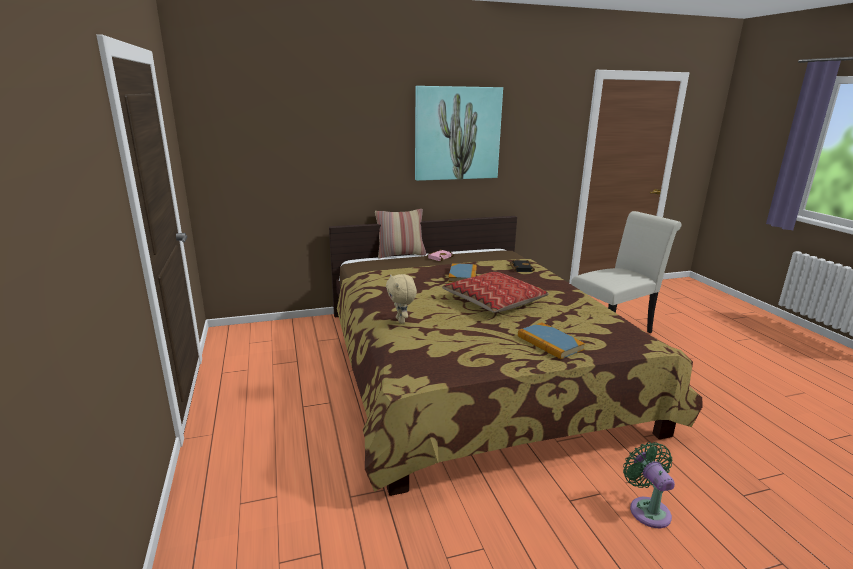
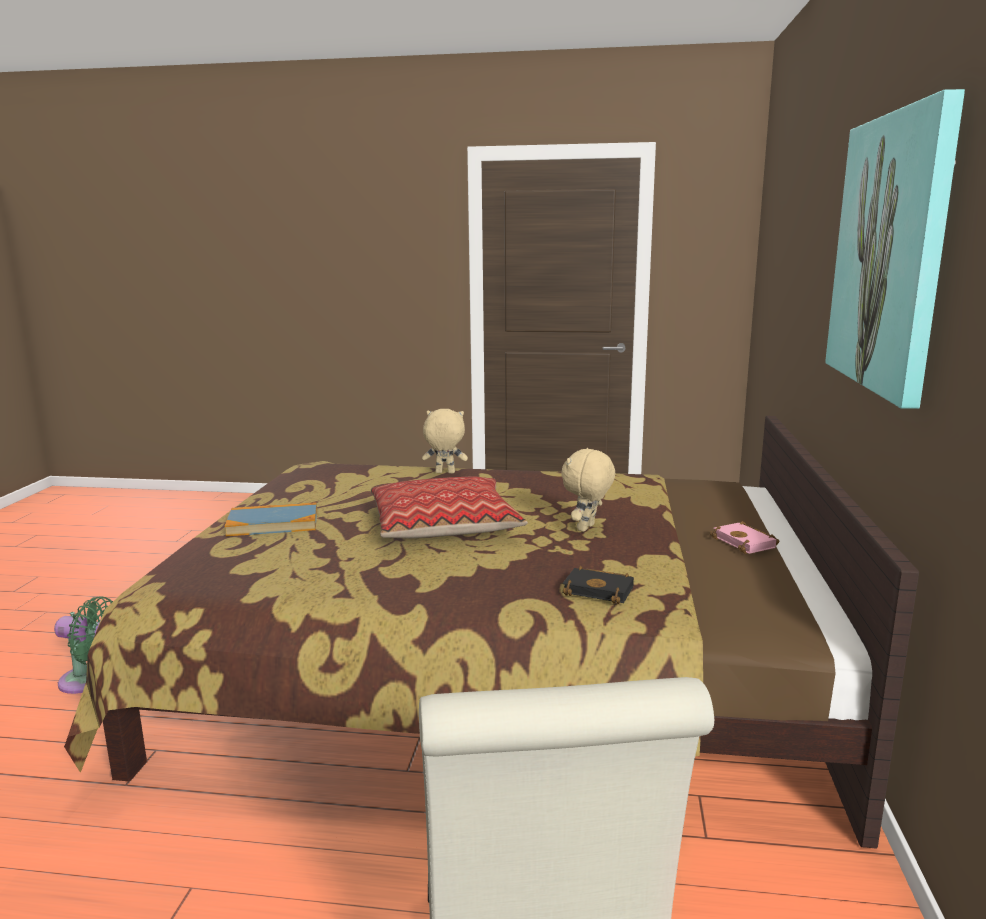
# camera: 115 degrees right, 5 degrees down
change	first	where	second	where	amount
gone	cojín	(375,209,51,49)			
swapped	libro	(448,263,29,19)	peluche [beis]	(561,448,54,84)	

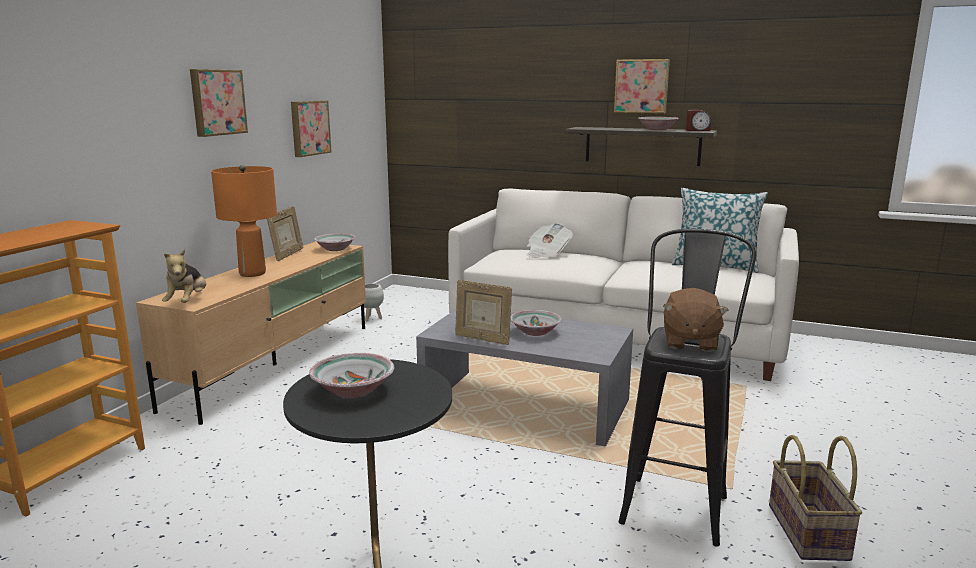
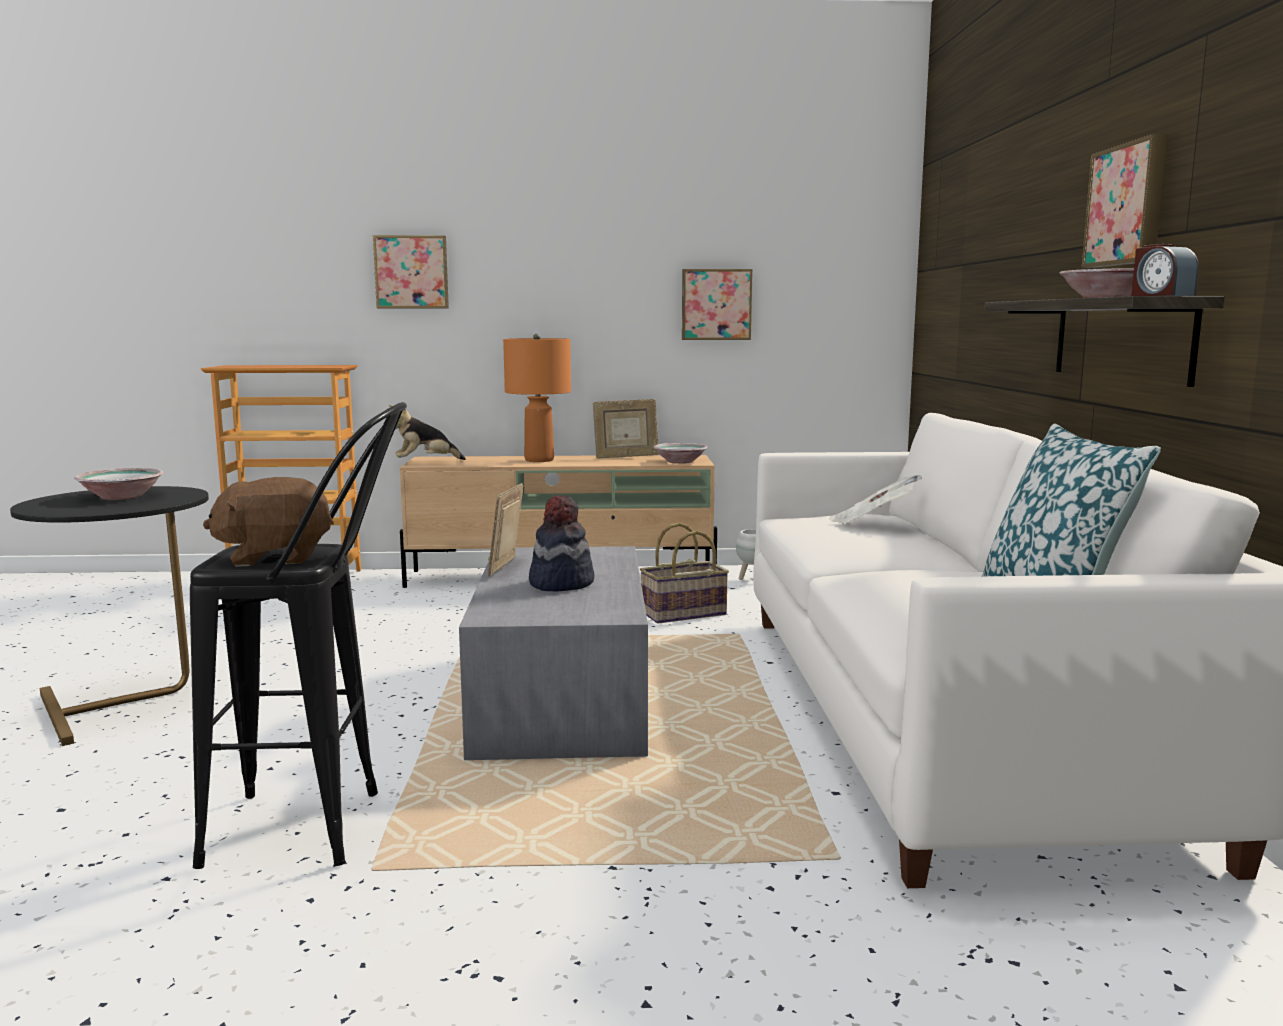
# camera: 65 degrees right, 5 degrees down
change	first	where	second	where	amount
shifted	cuadro	(190,69,58,68)		(373,235,76,73)	
swapped	cuenco	(510,310,52,26)	sombrero	(529,495,65,97)	
shifted	cesta	(769,435,93,126)		(640,522,89,102)	

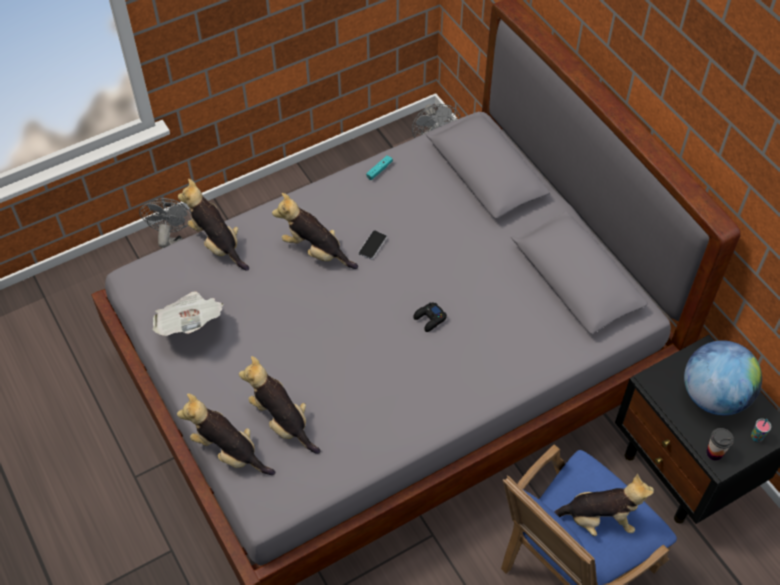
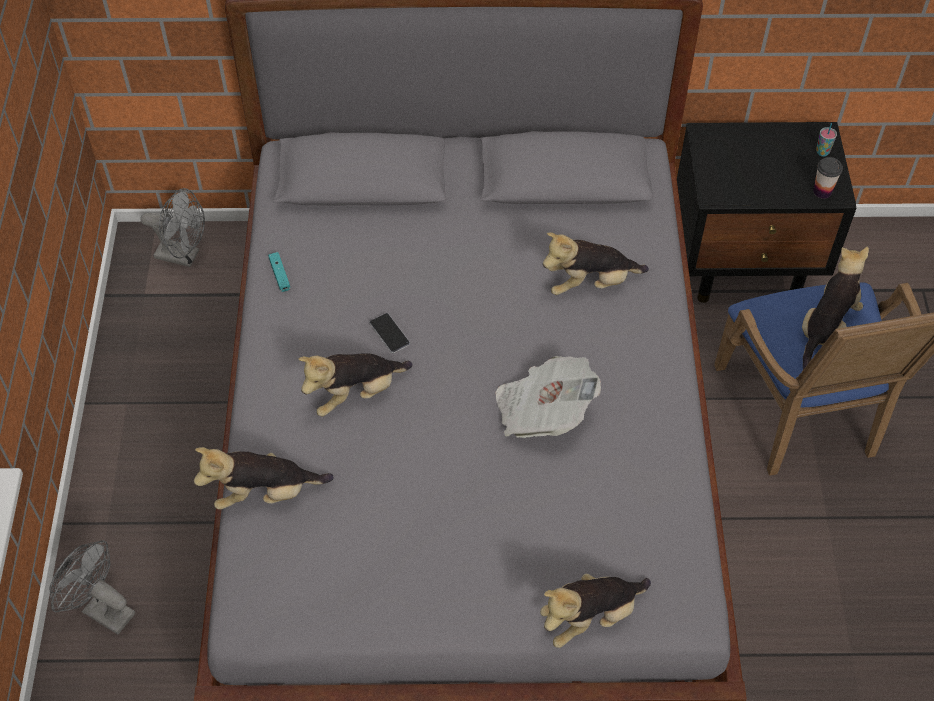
# camera: 60 degrees left, 0 degrees up
change	first	where	second	where	amount
shifted	periódico	(153,291,71,45)		(495,356,106,82)	
gone	mando de consola [negro]	(413,302,34,30)			
gone	globo terráqueo	(684,340,78,75)			
shifted	peluche	(239,356,82,98)		(543,232,106,63)	

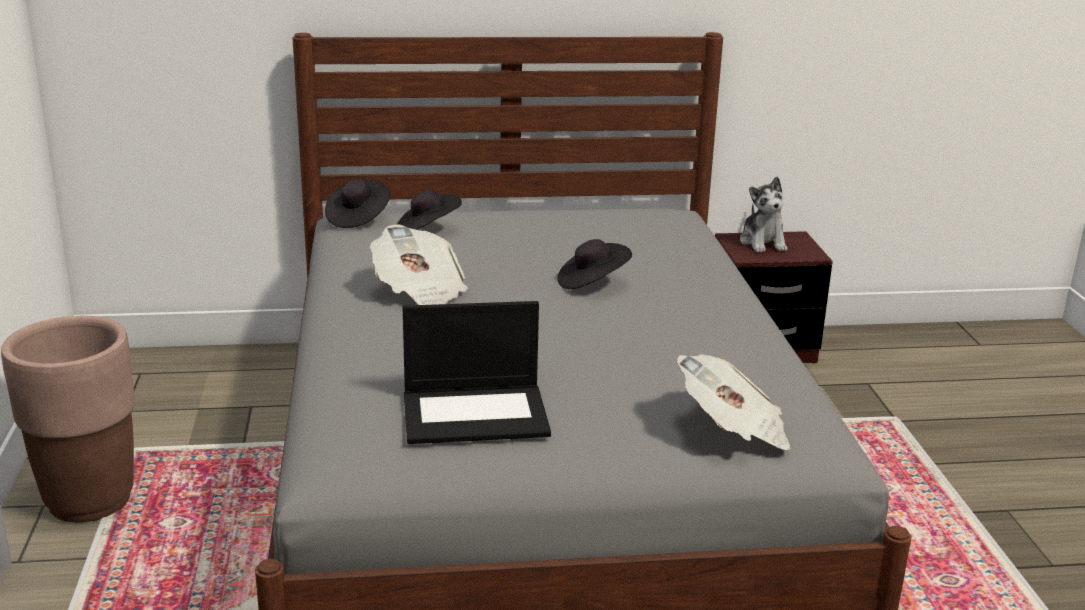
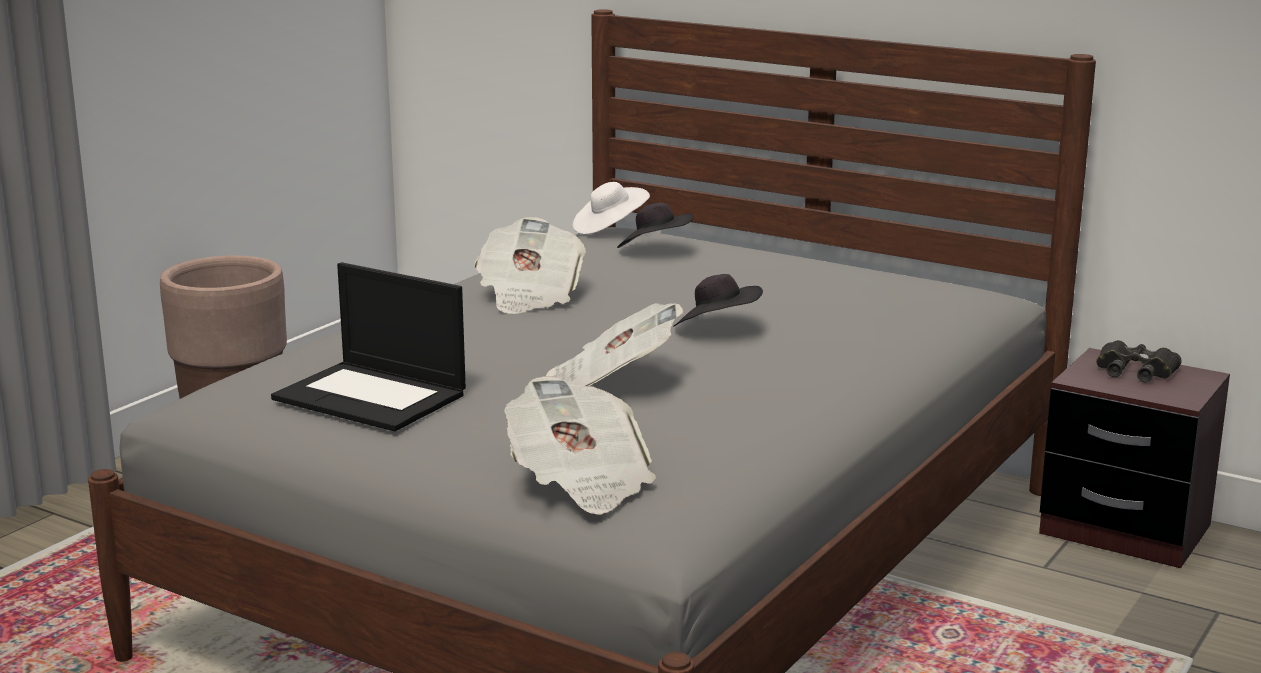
# camera: 40 degrees right, 5 degrees down
change	first	where	second	where	amount
swapped	peluche	(740,177,47,76)	prismáticos [negro]	(1096,340,86,42)	
repainted	sombrero [negro]	(325,179,65,49)	sombrero [blanco]	(573,182,77,53)	
new			periódico	(546,303,137,83)	

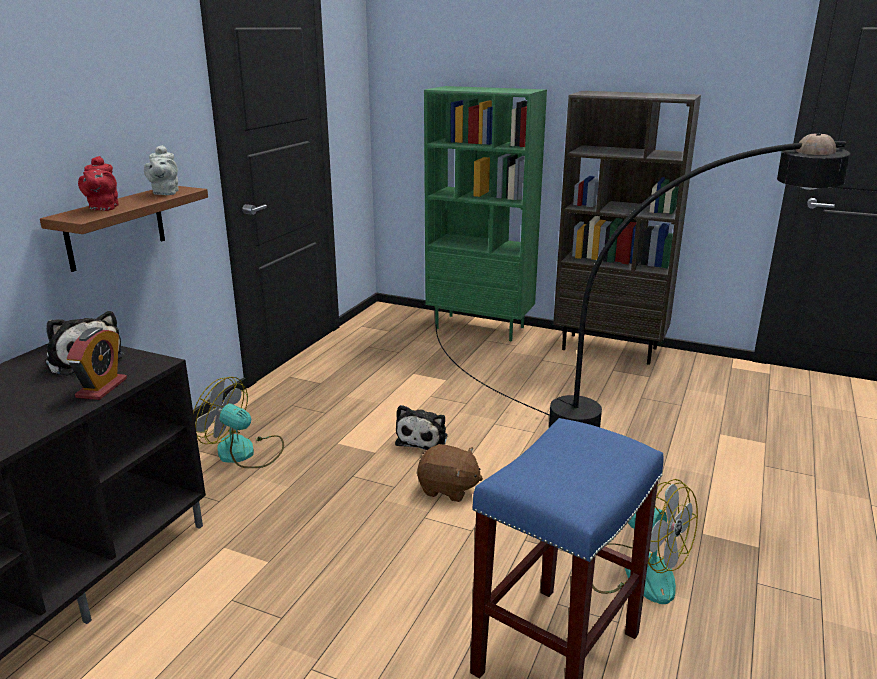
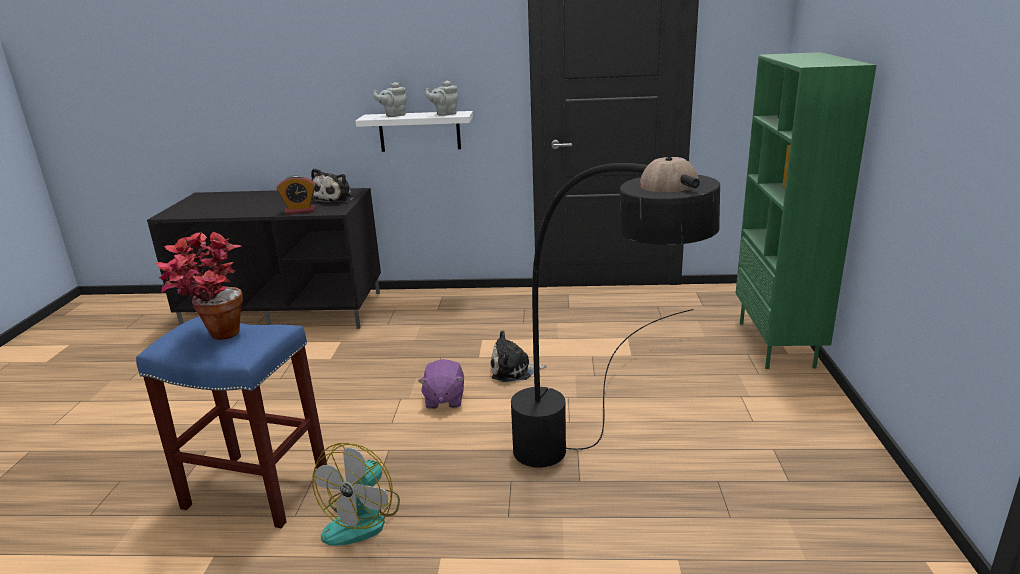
# camera: 70 degrees right, 0 degrees up
change	first	where	second	where	amount
gone	estantería [marrón]	(553,91,148,274)			
repainted	tetera [rojo]	(78,156,41,55)	tetera [gris]	(373,82,34,35)	
repainted	estante [marrón]	(40,186,168,86)	estante [blanco]	(355,111,118,41)	
gone	ventilador	(193,377,91,91)			
repainted	peluche [marrón]	(417,444,66,58)	peluche [morado]	(418,359,46,50)	
new			planta en maceta	(155,232,88,108)	

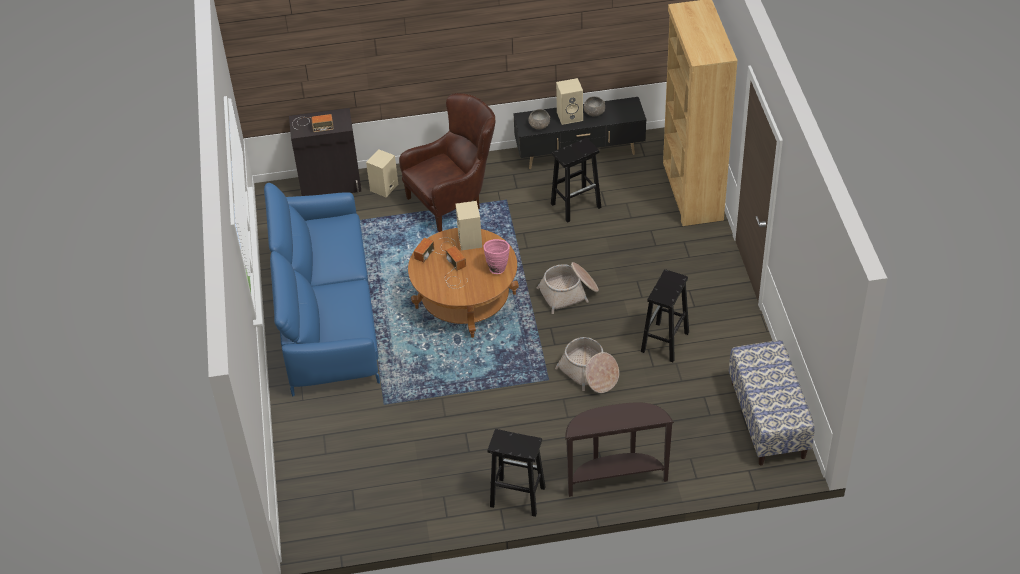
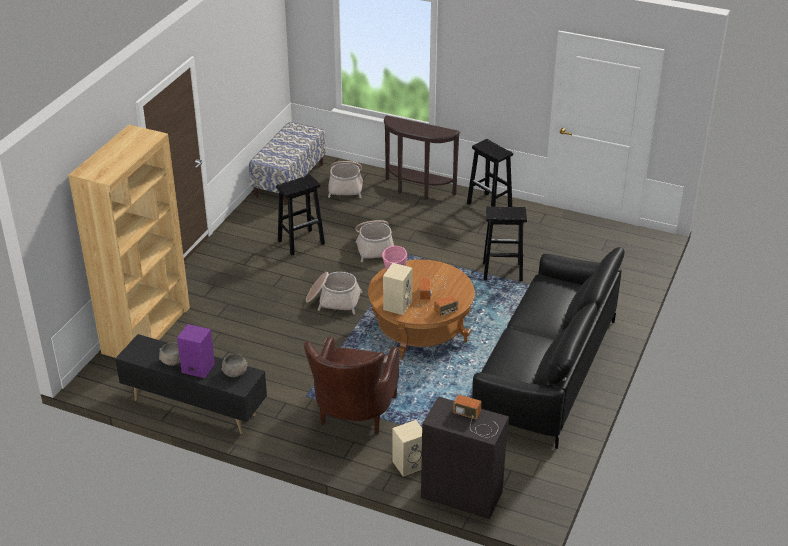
# camera: 150 degrees left, 10 degrees down
change	first	where	second	where	amount
repainted	altavoz [beis]	(556,78,27,47)	altavoz [morado]	(177,324,38,54)	
rotated	sillón [marrón]	(399,93,96,139)		(304,337,95,97)	75 degrees counterclockwise
shifted	taburete [negro]	(551,138,51,85)		(483,206,44,75)	
repainted	sofá [azul]	(264,183,116,214)	sofá [negro]	(472,247,153,202)	
new			cesta	(328,161,35,37)	

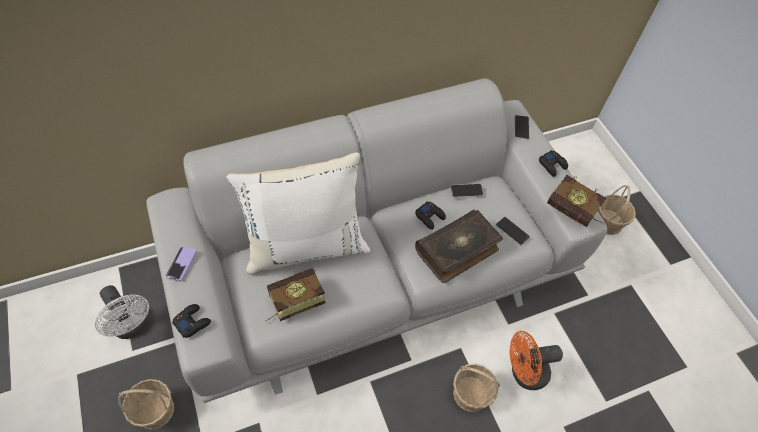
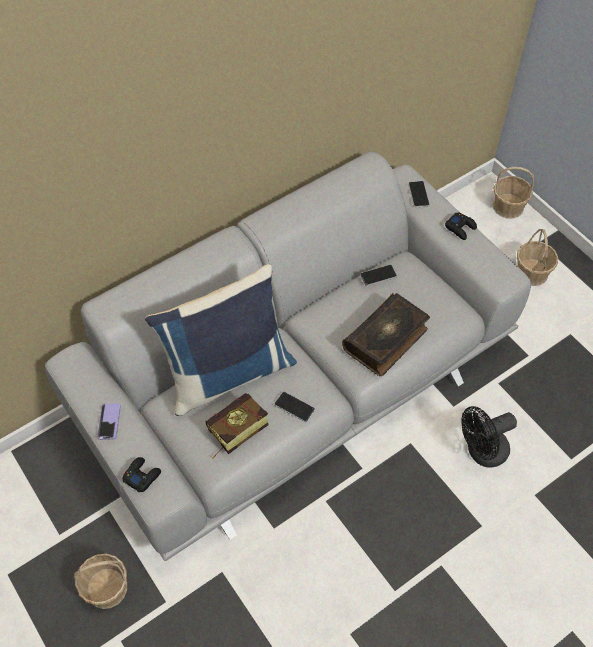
# camera: 10 degrees left, 0 degrees up
change	first	where	second	where	amount
repainted	cojín [blanco]	(227,152,143,122)	cojín [azul]	(145,264,152,152)	
gone	libro	(547,175,59,52)			
gone	mando de consola [negro]	(415,201,31,29)			
shifted	móvil	(495,217,35,29)		(274,392,41,30)	
gone	ventilador [blanco]	(95,285,54,54)			
repainted	ventilador [naranja]	(510,331,53,59)	ventilador [negro]	(461,406,56,62)	
shifted	cesta	(453,364,47,48)		(493,167,41,52)	

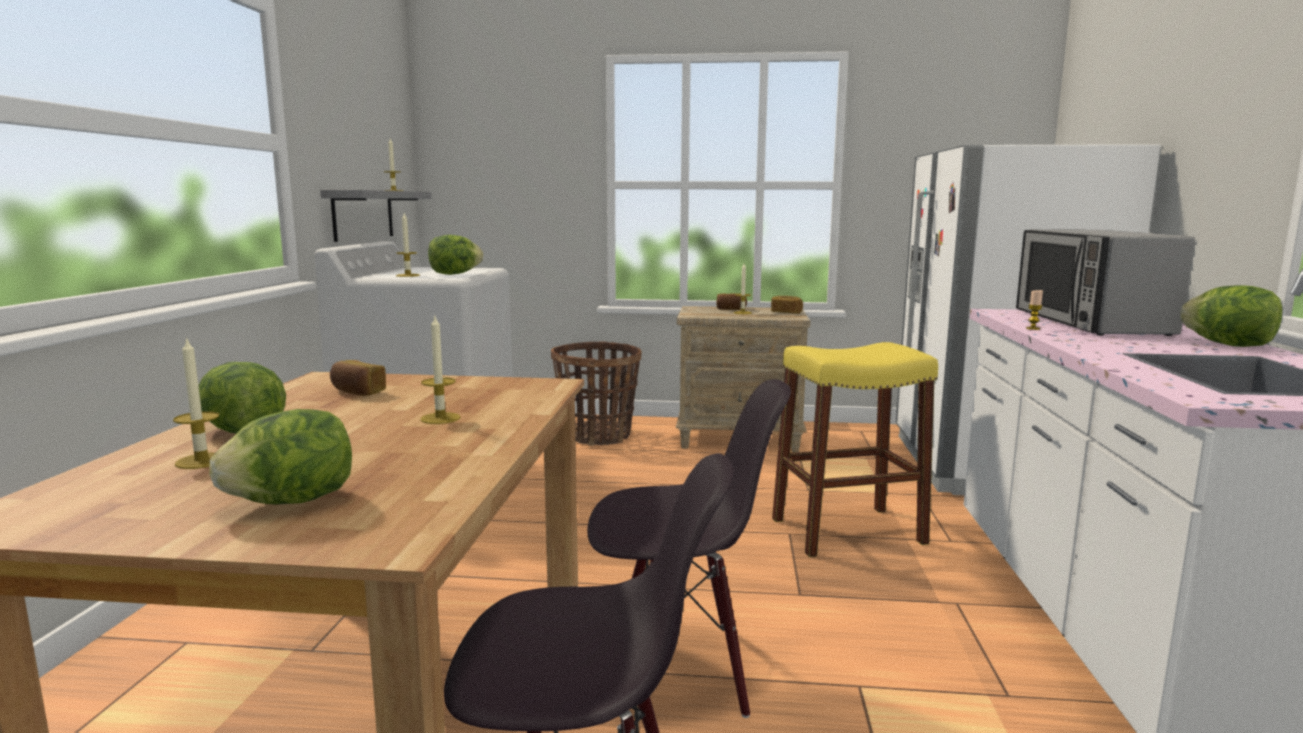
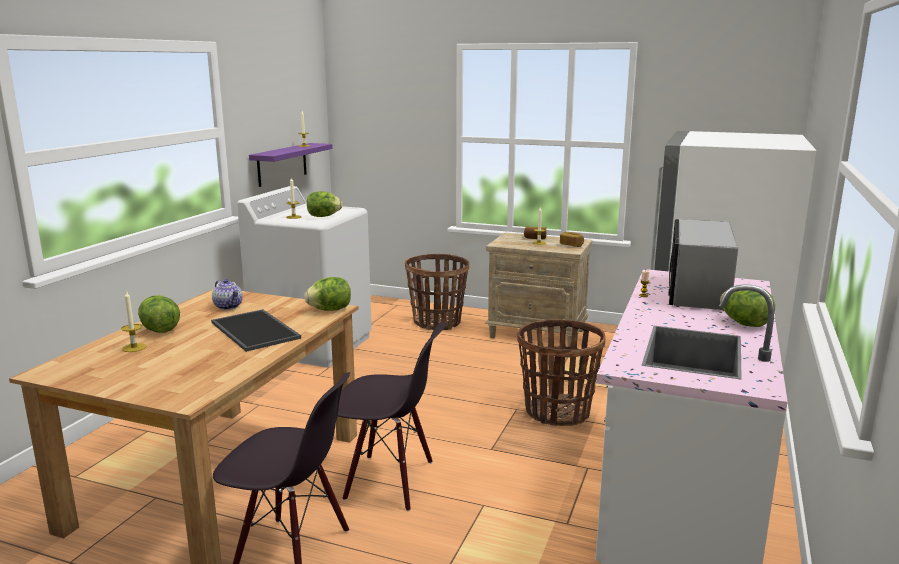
# camera: 15 degrees right, 5 degrees up
change	first	where	second	where	amount
repainted	estante [gris]	(320,190,112,52)	estante [morado]	(249,143,84,44)	
swapped	vela	(420,316,41,108)	bandeja	(211,309,90,43)	
swapped	taburete [amarillo]	(772,342,166,215)	cesta	(517,319,89,107)	
swapped	pan	(330,360,56,36)	tetera	(212,279,31,31)	
shifted	lechuga	(209,409,143,96)		(304,277,47,34)	

